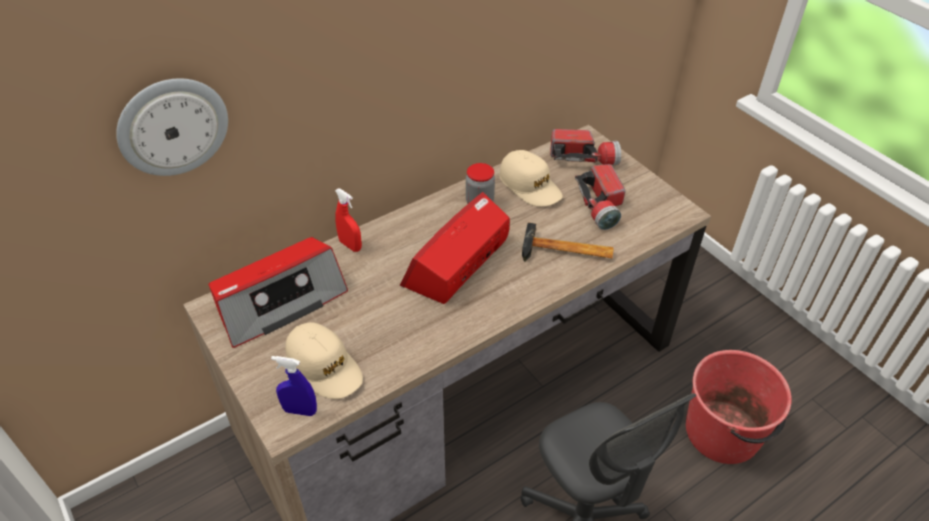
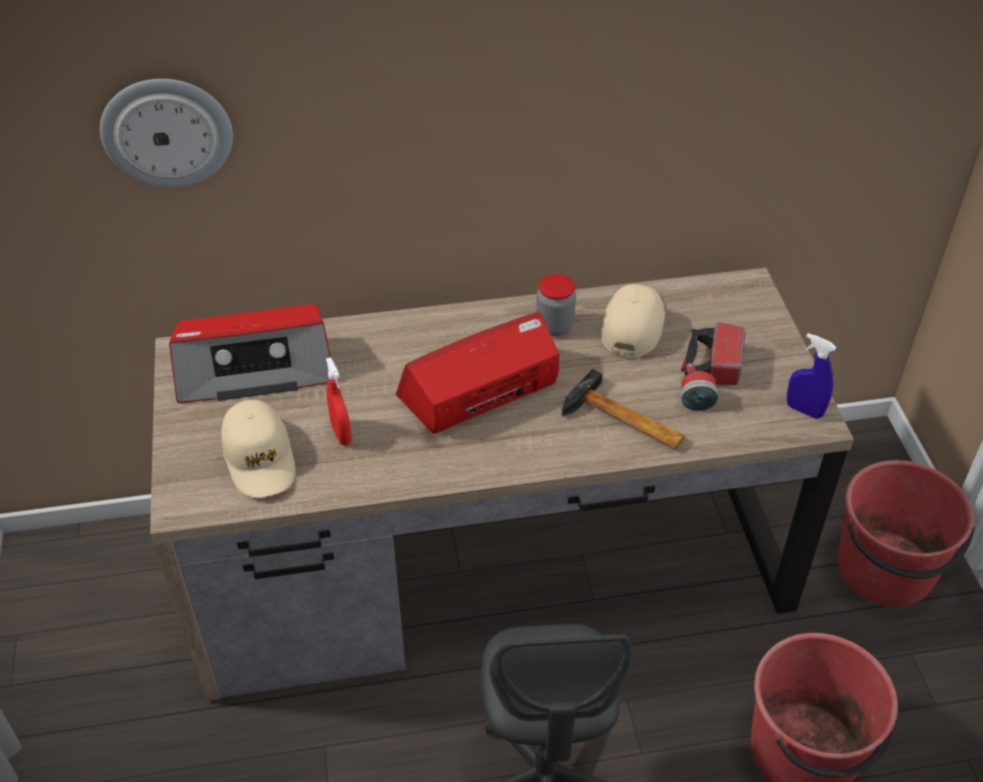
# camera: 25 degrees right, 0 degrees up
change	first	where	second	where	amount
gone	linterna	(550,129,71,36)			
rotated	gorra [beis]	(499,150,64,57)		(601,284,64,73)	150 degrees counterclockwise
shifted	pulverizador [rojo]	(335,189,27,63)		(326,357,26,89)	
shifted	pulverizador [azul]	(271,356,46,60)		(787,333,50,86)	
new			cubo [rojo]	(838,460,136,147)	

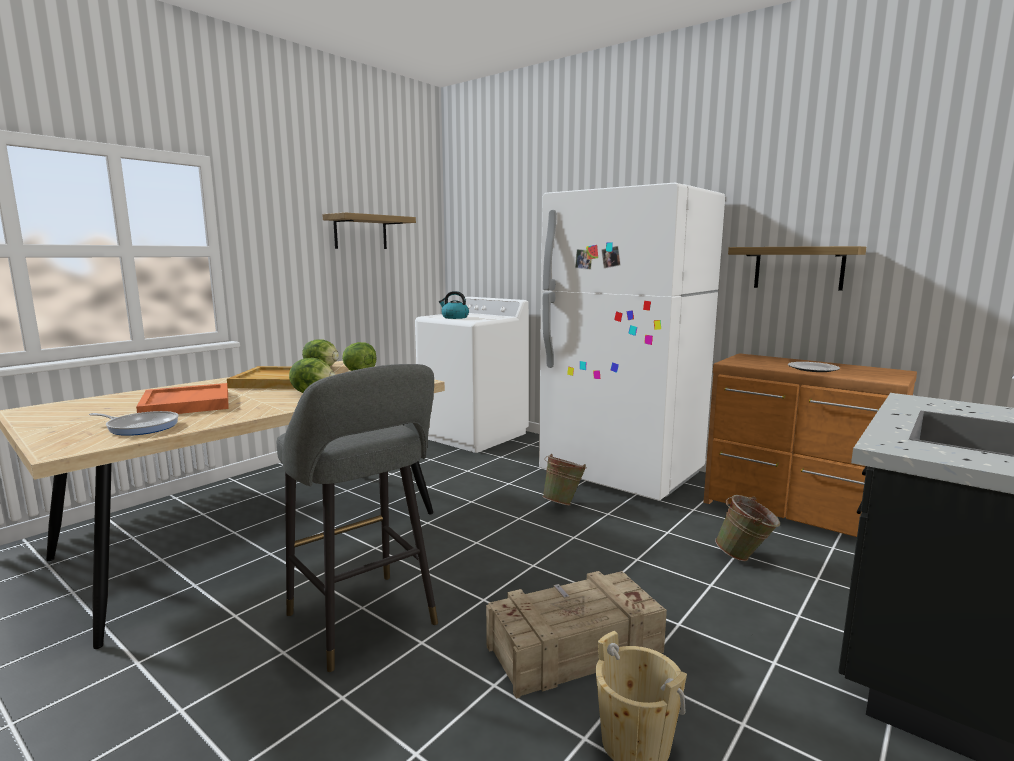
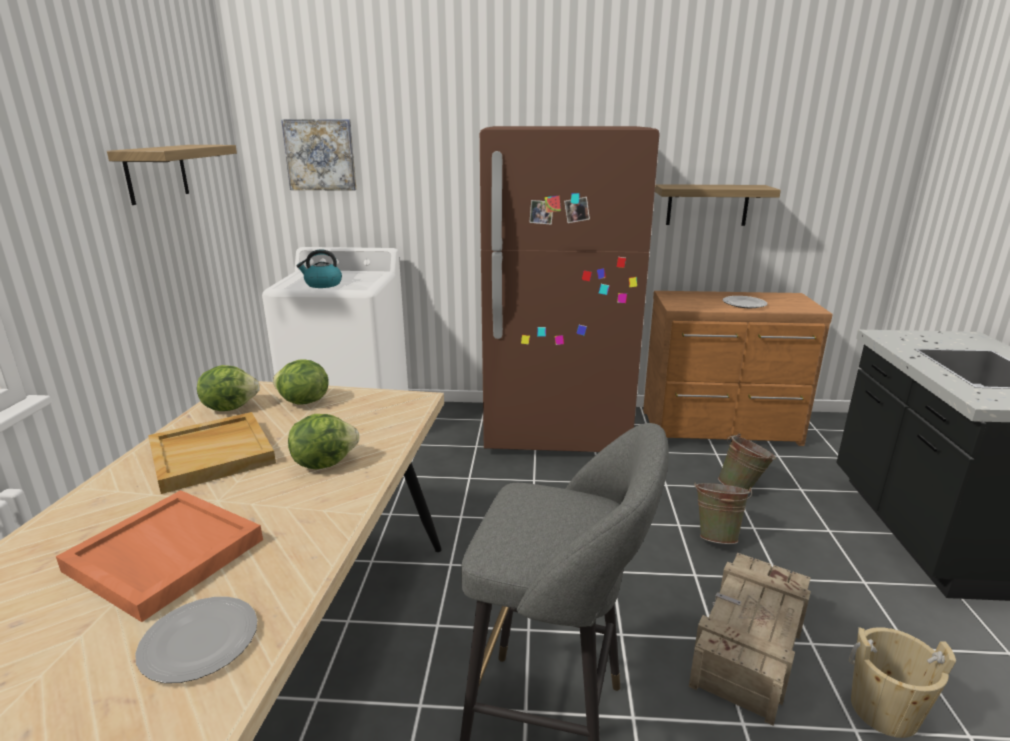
# camera: 35 degrees left, 10 degrees up
change	first	where	second	where	amount
repainted	nevera [blanco]	(539,183,186,317)	nevera [marrón]	(480,126,180,326)	
swapped	sartén	(89,411,90,25)	plato	(135,597,123,86)	
shifted	cubo [verde]	(542,454,45,51)		(694,483,58,61)	
new			cuadro	(281,119,76,72)	

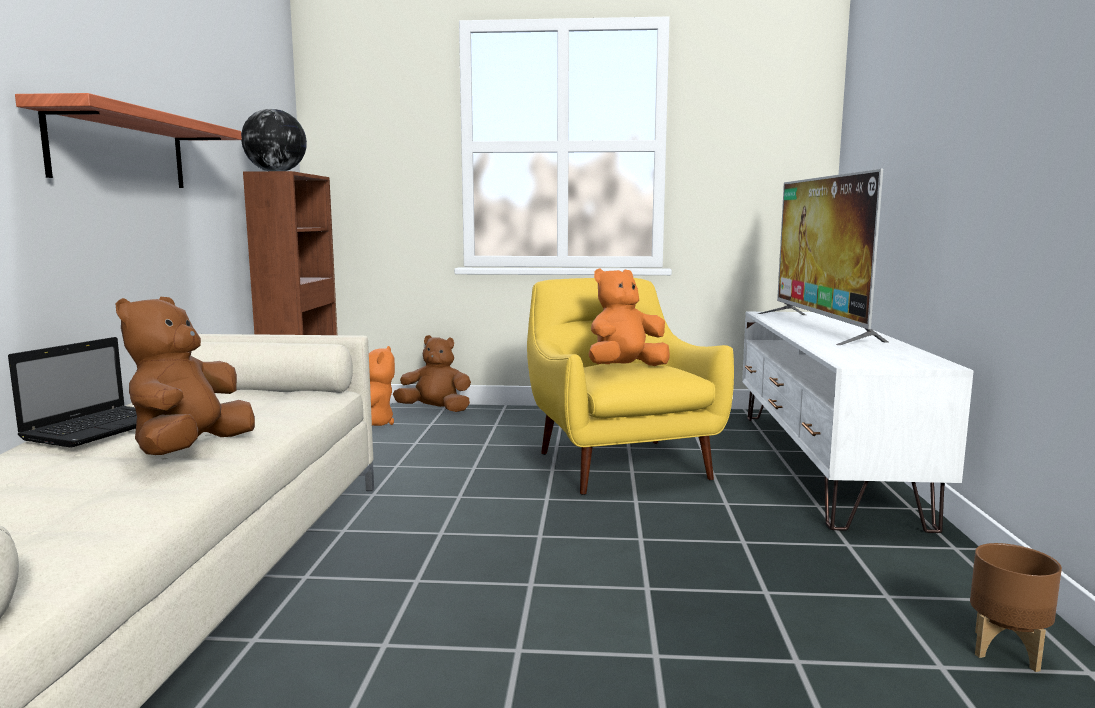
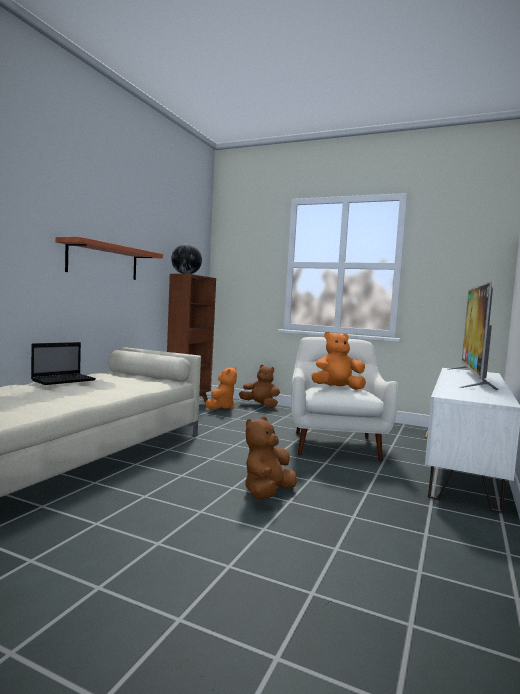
# camera: 20 degrees right, 5 degrees down
change	first	where	second	where	amount
repainted	sillón [amarillo]	(527,278,207,217)	sillón [blanco]	(291,337,107,124)	
shifted	peluche [marrón]	(116,297,139,158)		(245,416,52,83)	
gone	maceta [marrón]	(970,543,92,129)			

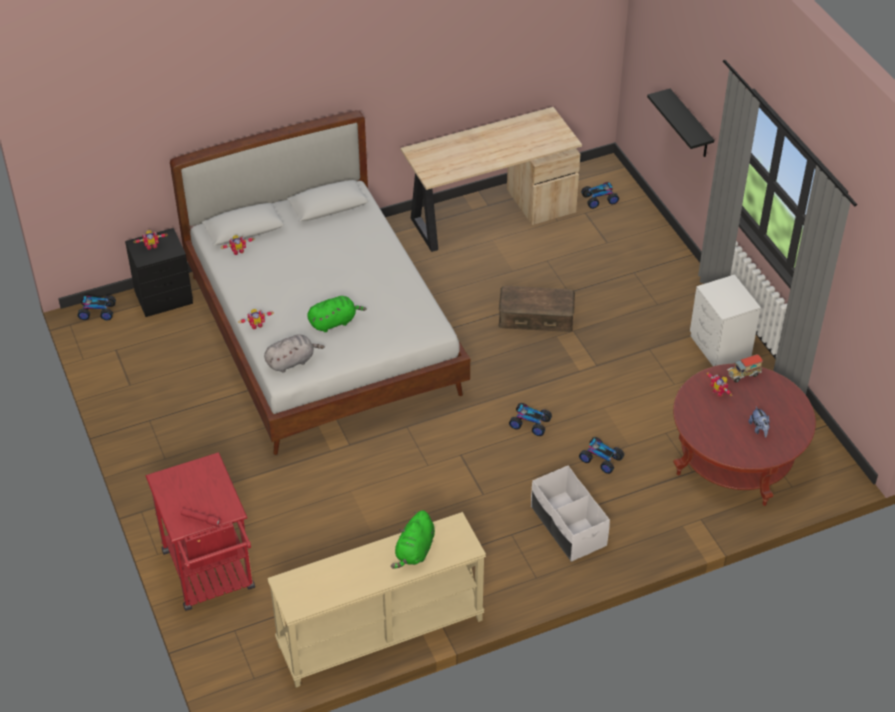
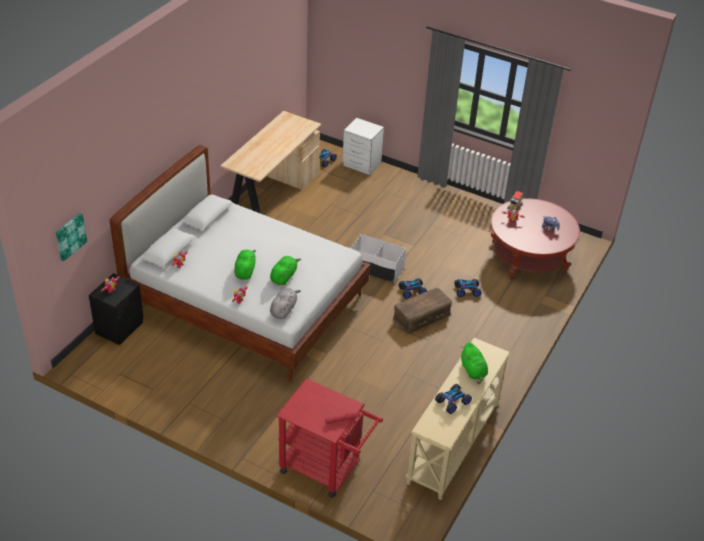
# camera: 40 degrees left, 5 degrees down
change	first	where	second	where	amount
gone	estante [negro]	(647,89,67,68)			
shifted	mesita de noche [blanco]	(690,274,71,92)		(342,118,42,57)	
shifted	caja de almacenaje [marrón]	(499,286,76,46)		(393,288,59,46)	
shifted	coche de juguete	(78,295,38,25)		(435,384,37,30)	
shifted	caja de almacenaje [blanco]	(531,466,79,96)		(351,234,55,49)	
new			cuadro	(56,213,31,48)	
new			peluche [verde]	(234,250,22,30)	

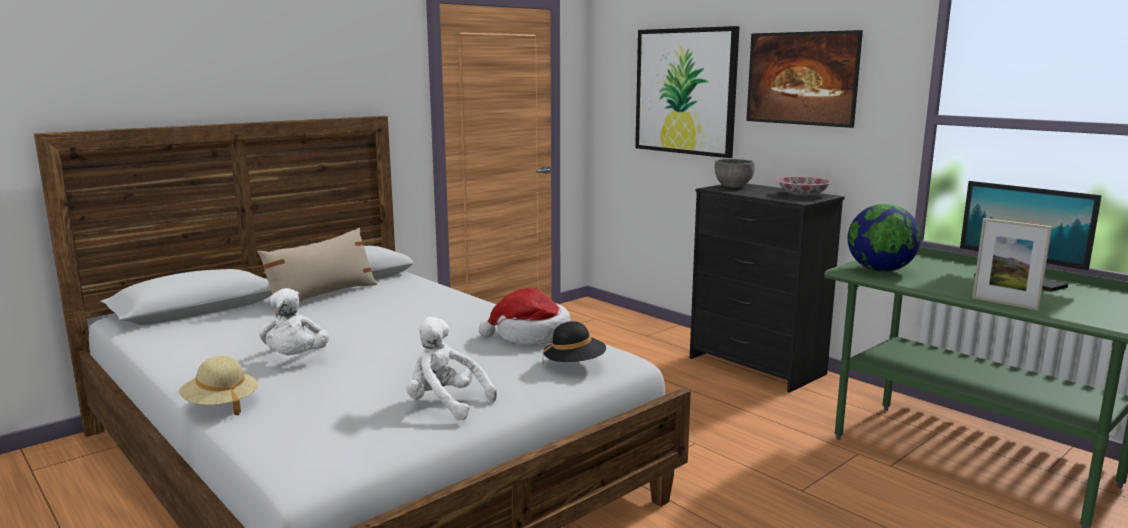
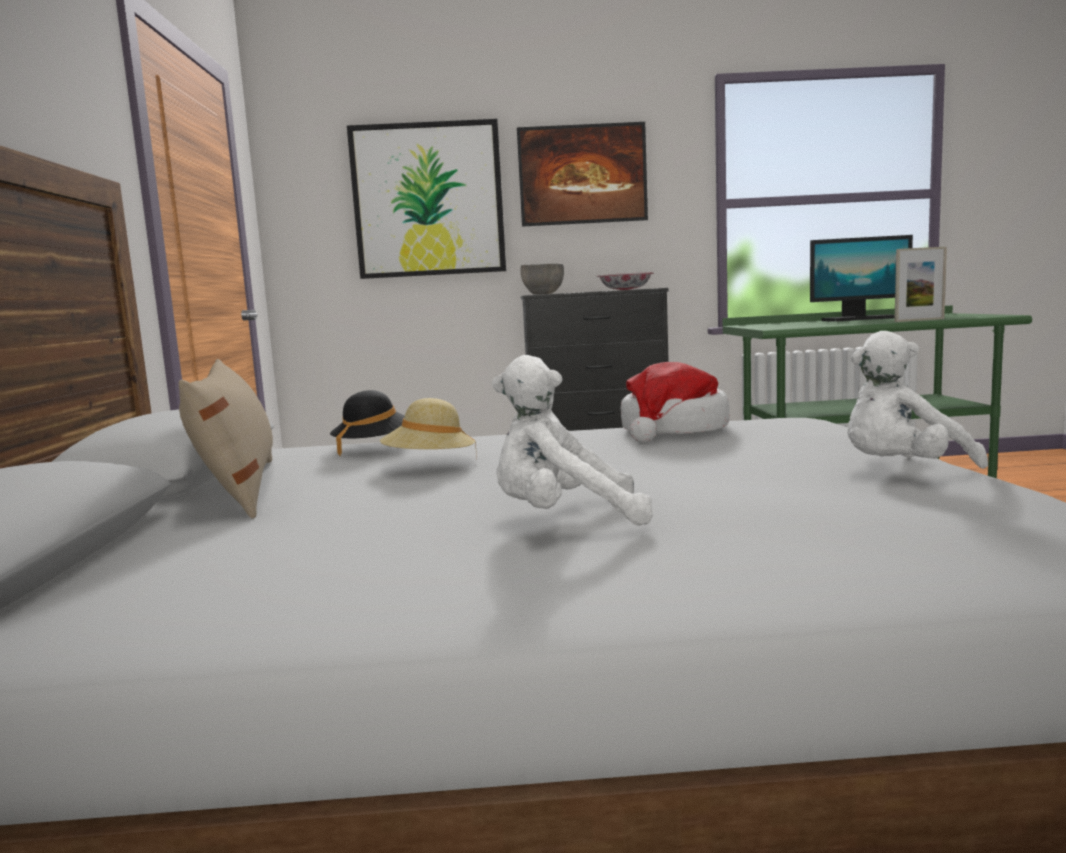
# camera: 50 degrees left, 5 degrees down
change	first	where	second	where	amount
gone	globo terráqueo	(848,204,73,68)			
rotated	peluche [blanco]	(259,288,70,67)		(492,355,161,171)	150 degrees clockwise
shifted	sombrero [negro]	(543,321,63,41)		(330,390,75,66)	
shifted	sombrero [beis]	(179,356,80,59)		(380,398,97,58)	

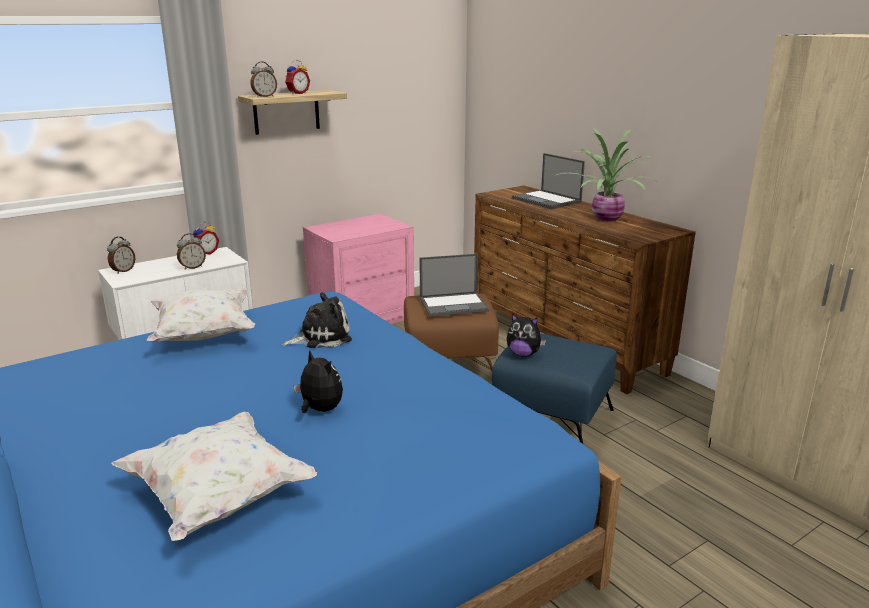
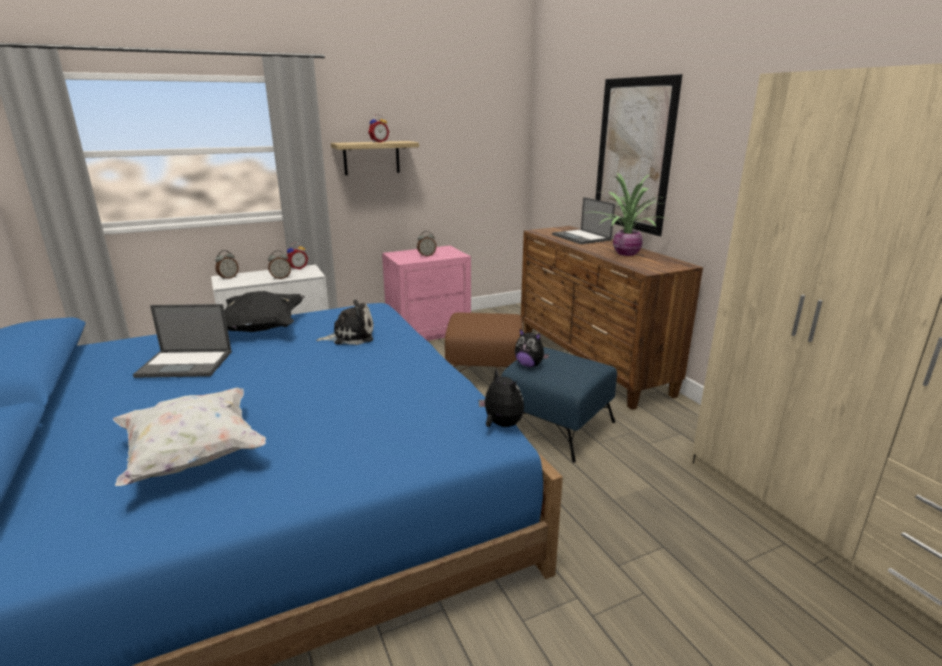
# camera: 10 degrees right, 0 degrees up
change	first	where	second	where	amount
shifted	despertador	(251,62,26,35)		(417,231,19,26)	
shifted	portátil	(419,254,70,63)		(133,304,99,74)	
repainted	cojín [blanco]	(146,288,109,54)	cojín [negro]	(224,291,81,41)	
shifted	peluche	(294,351,49,62)		(479,370,45,57)	
new			cuadro	(595,74,88,162)	

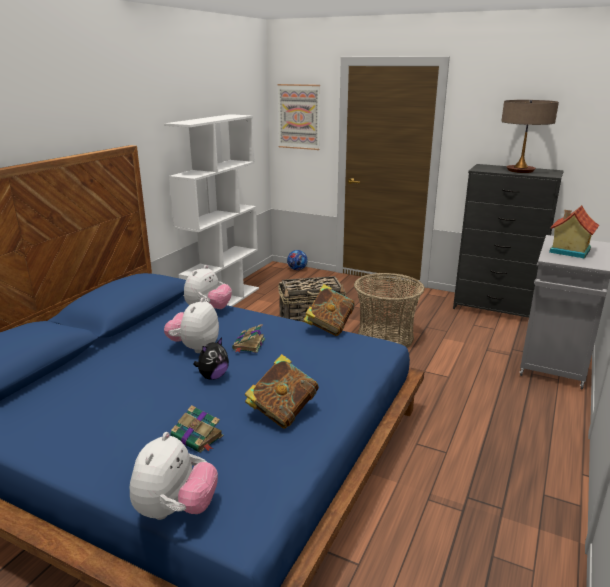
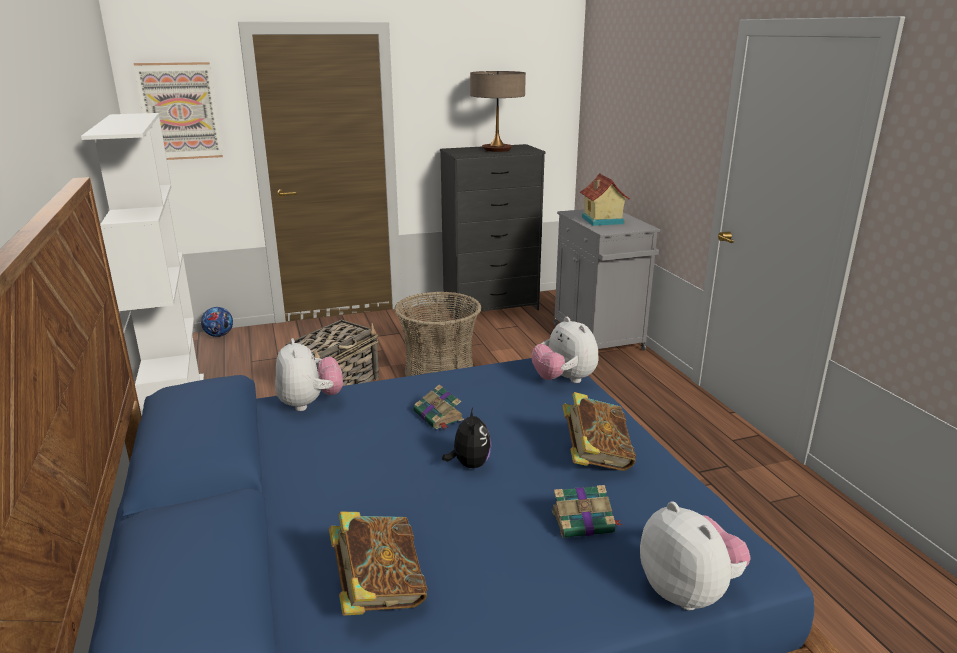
# camera: 45 degrees left, 0 degrees up
change	first	where	second	where	amount
shifted	libro	(303,284,52,52)		(329,512,98,104)	
shifted	peluche	(164,298,55,55)		(532,317,66,66)	

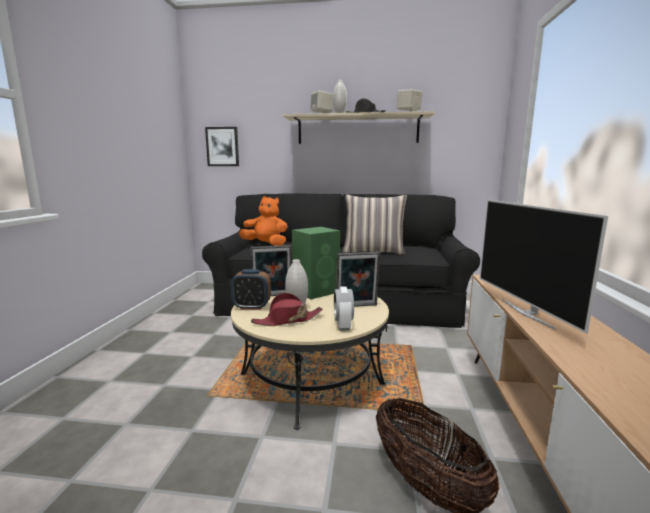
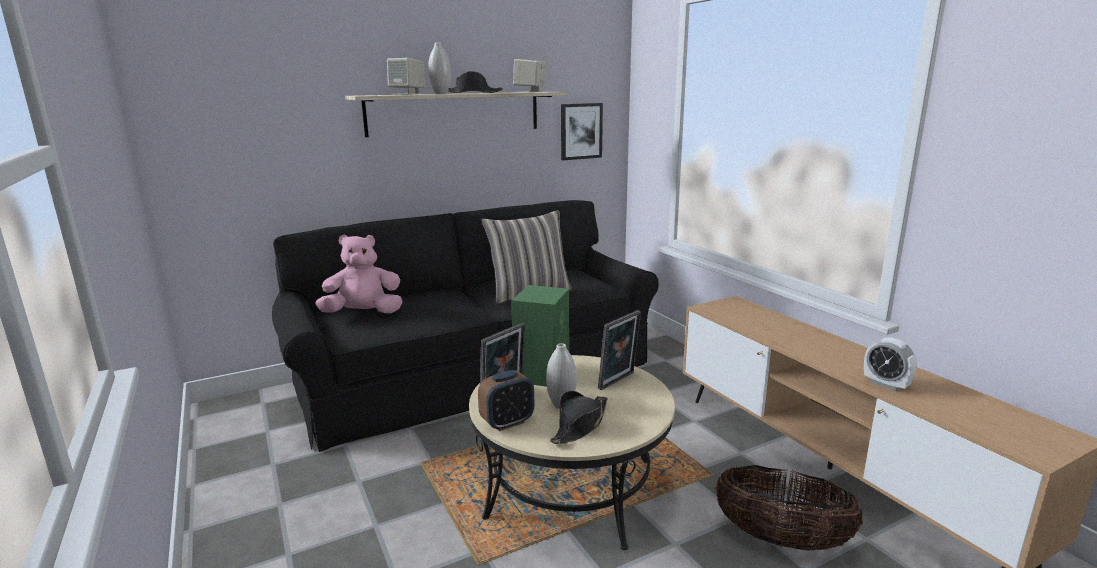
# camera: 35 degrees left, 5 degrees up
change	first	where	second	where	amount
shifted	cuadro	(205,127,34,39)		(561,103,42,57)	
repainted	peluche [naranja]	(239,196,49,50)	peluche [rosa]	(315,234,87,79)	
gone	televisor	(480,200,128,134)			
shifted	despertador	(334,286,20,45)		(864,337,53,54)	
repainted	sombrero [rojo]	(251,293,72,33)	sombrero [negro]	(550,391,58,53)	

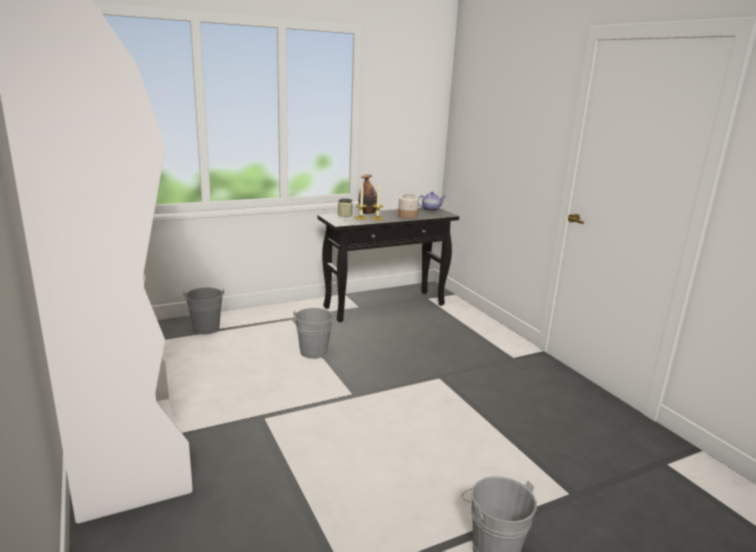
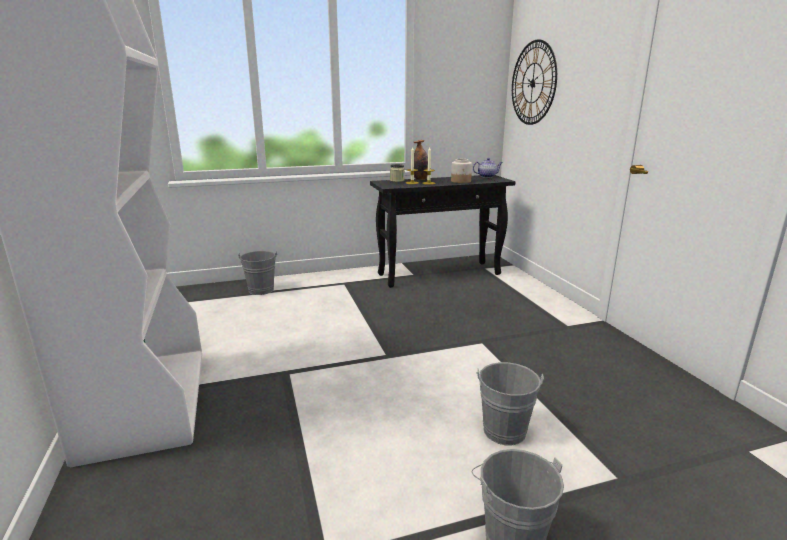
# camera: 10 degrees right, 0 degrees up
change	first	where	second	where	amount
shifted	cubo [gris]	(293,308,42,51)		(477,362,67,83)	
new			reloj de pared	(512,39,45,86)	

